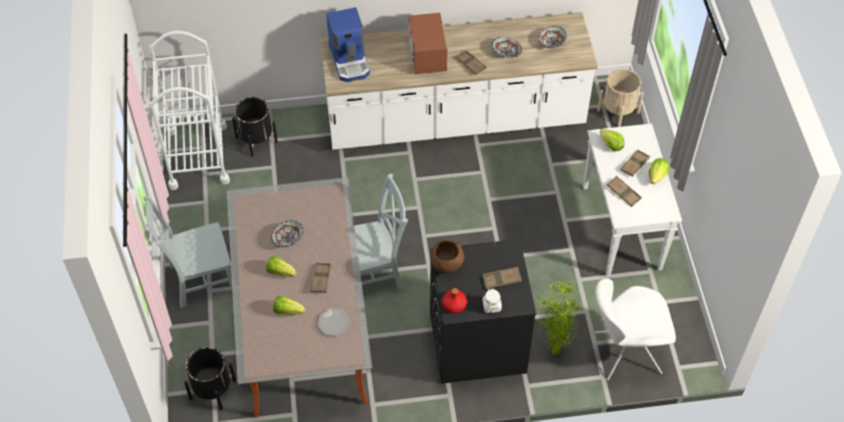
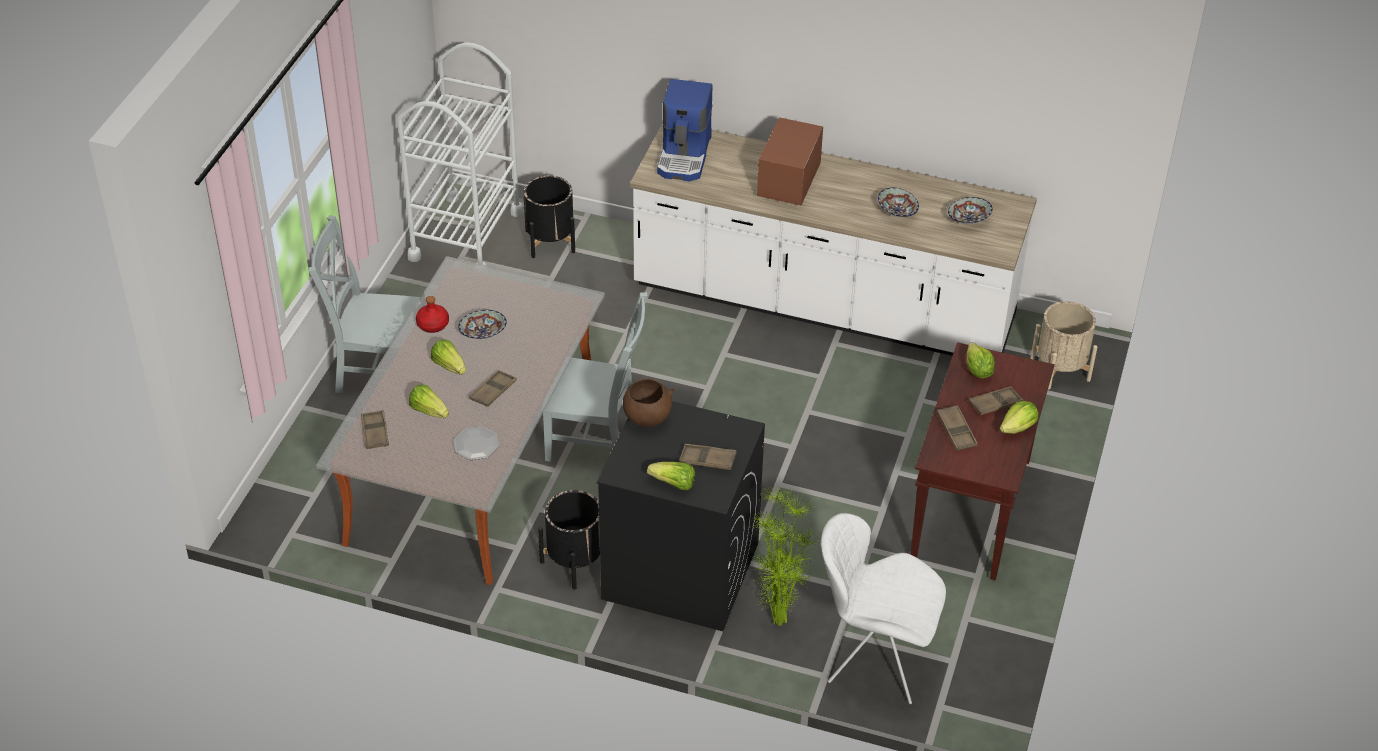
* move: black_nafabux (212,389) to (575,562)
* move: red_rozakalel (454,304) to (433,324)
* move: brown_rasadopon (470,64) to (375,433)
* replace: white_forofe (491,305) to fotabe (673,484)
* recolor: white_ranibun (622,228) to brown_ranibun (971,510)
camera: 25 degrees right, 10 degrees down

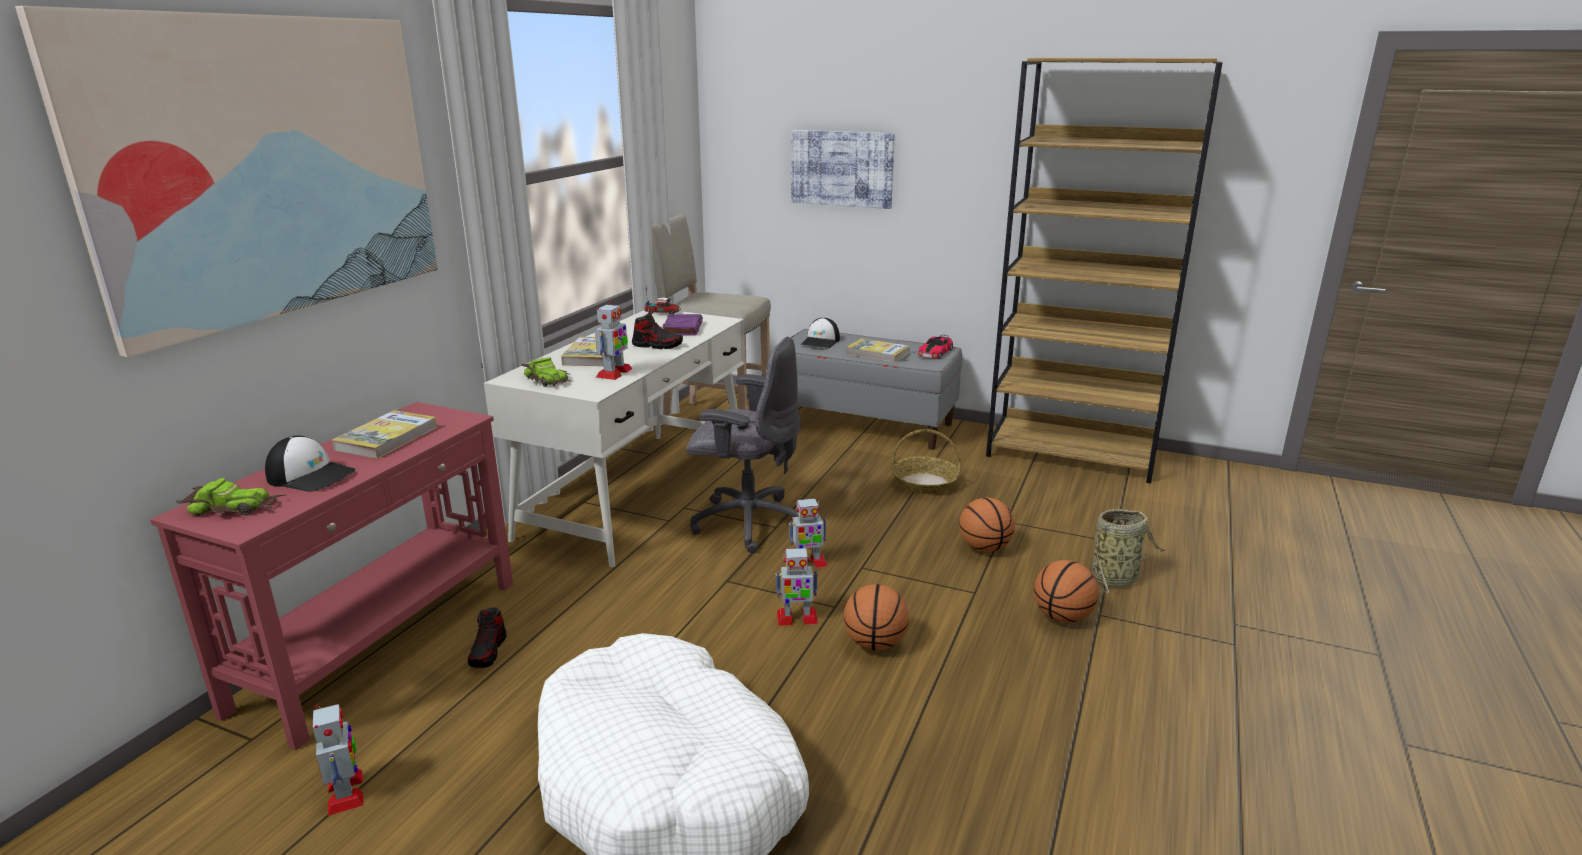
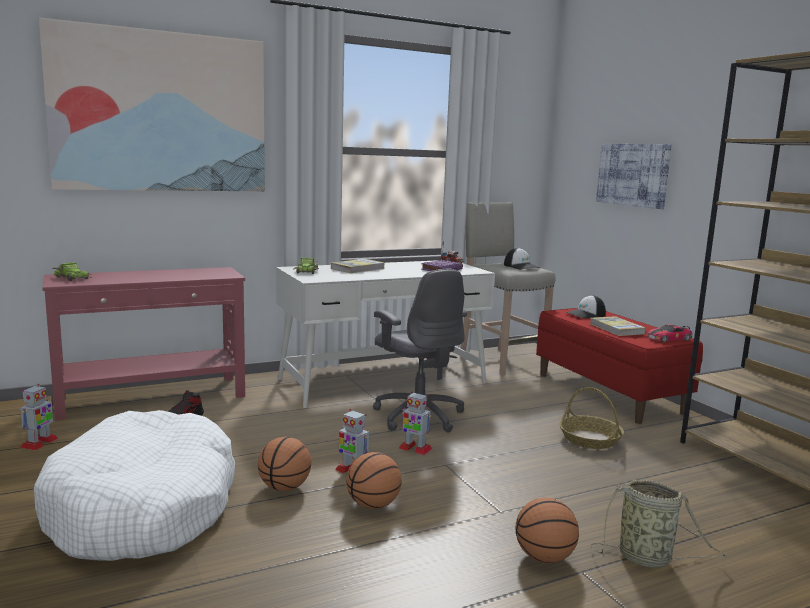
* delete: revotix (387,438)
* delete: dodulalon (614,373)
* delete: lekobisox (657,345)
* move: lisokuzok (311,476) to (521,266)
* move: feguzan (984,548) to (284,487)
* recolor: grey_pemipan (865,424) to red_pemipan (609,393)
camera: 40 degrees right, 10 degrees down

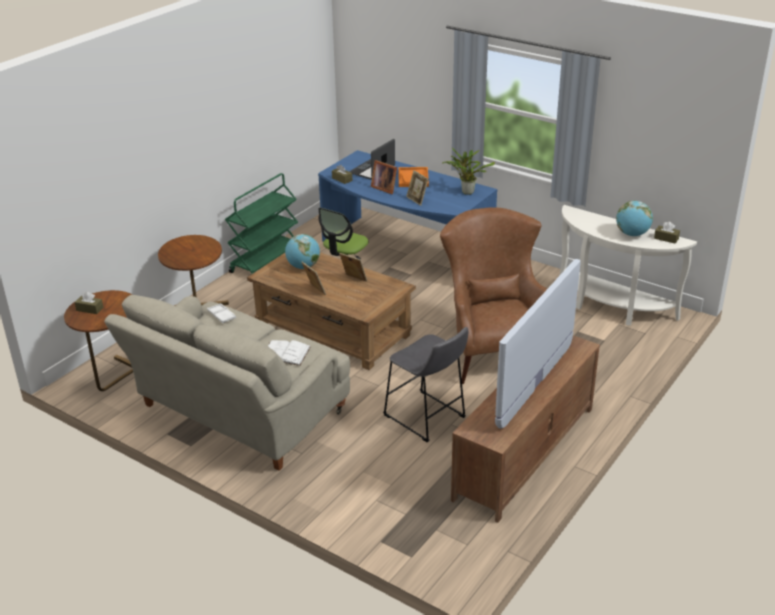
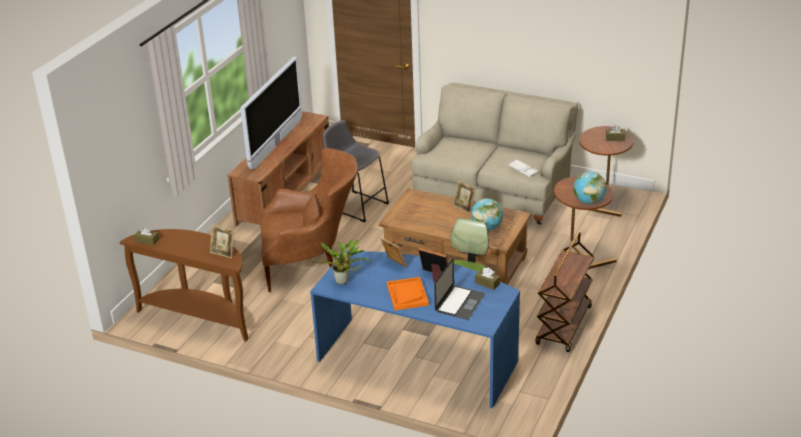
* delete: white_revotix (285,353)
* move: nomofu (353,279) to (223,253)
* move: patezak (632,234) to (588,201)
* recolor: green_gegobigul (265,261) to brown_gegobigul (564,326)
* recolor: white_ranibun (610,307) to brown_ranibun (200,316)
* rotate: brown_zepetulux (493,347) = (311,263) 75 degrees counterclockwise
camera: 170 degrees right, 0 degrees up

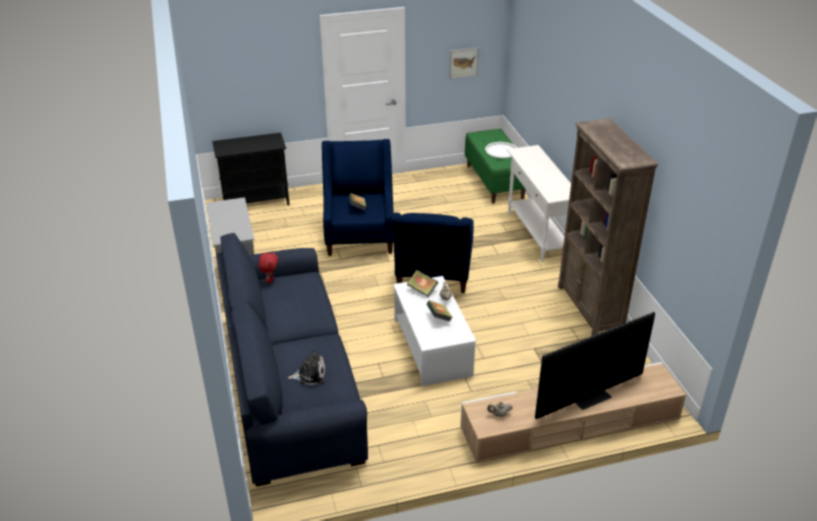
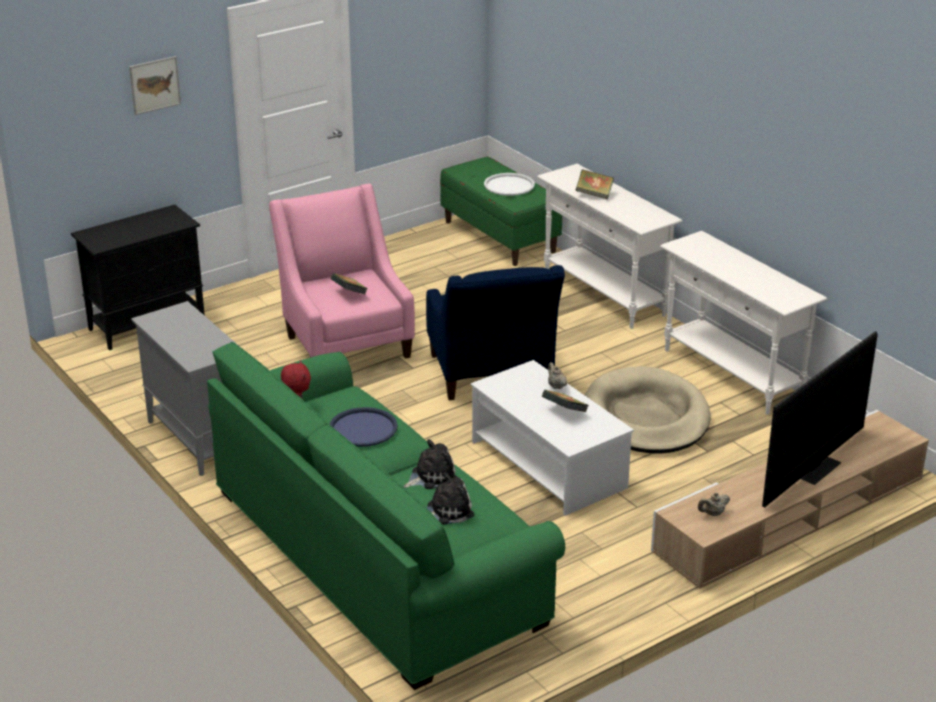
* insert: blue_rasadopon (363,428)
* insert: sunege (431,476)
* insert: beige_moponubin (646,417)
* move: revotix (422,290) to (594,194)
* move: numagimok (463,63) to (154,85)
* replace: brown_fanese (590,308) to white_ranibun (732,374)
* recolor: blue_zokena (291,385) to green_zokena (376,555)
* recolor: blue_zepetulux (360,235) to pink_zepetulux (345,342)
camera: 20 degrees left, 5 degrees down

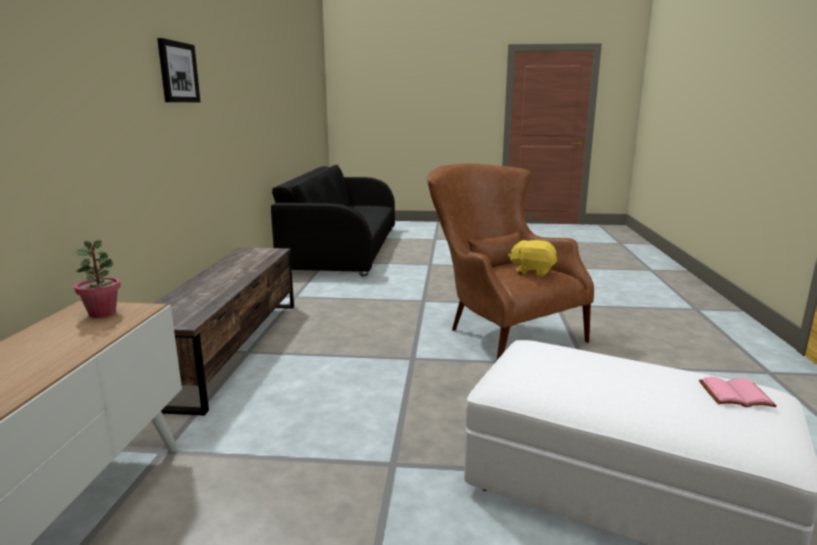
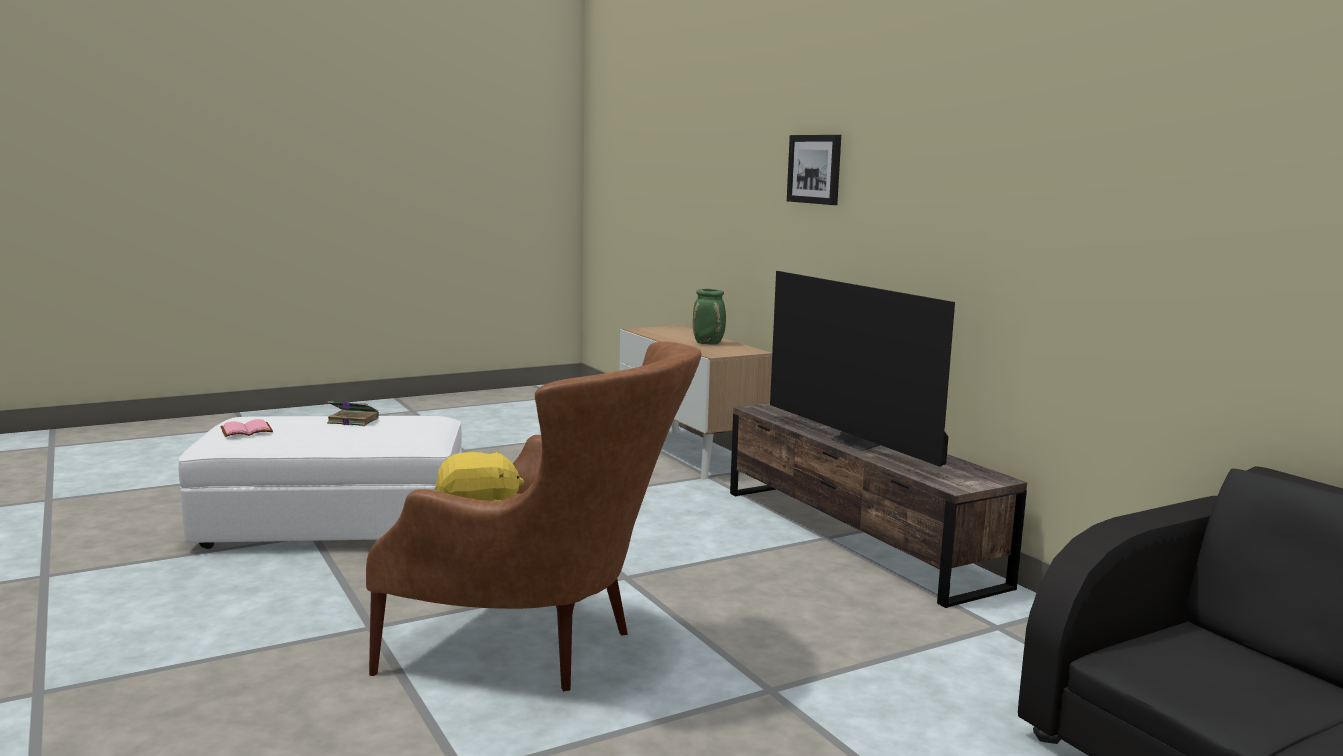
* delete: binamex (102,313)
* insert: revotix (352,421)
* insert: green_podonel (709,343)
* insert: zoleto (859,443)
* move: numagimok (178,72) to (815,169)
camera: 145 degrees right, 5 degrees down

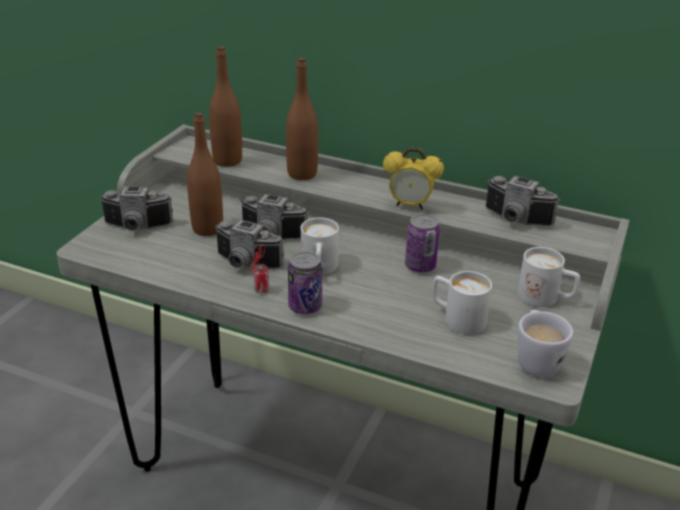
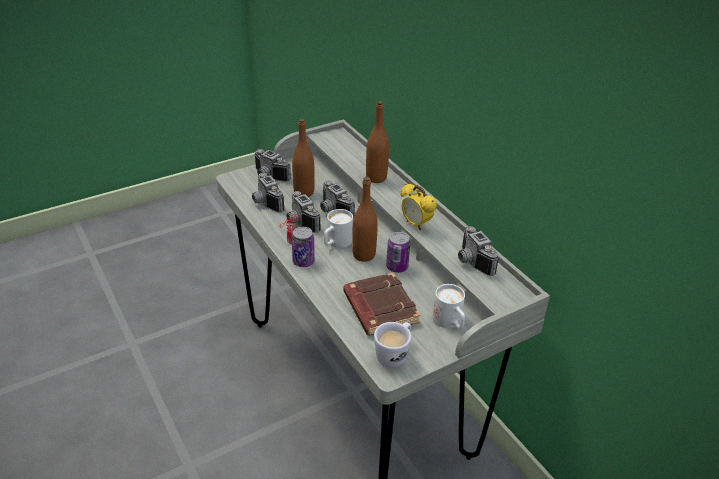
* insert: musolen (265,203)
* move: brown_rozakalel (227,161) to (364,255)
* replace: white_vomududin (456,318) to brown_revotix (379,308)
camera: 35 degrees right, 5 degrees up

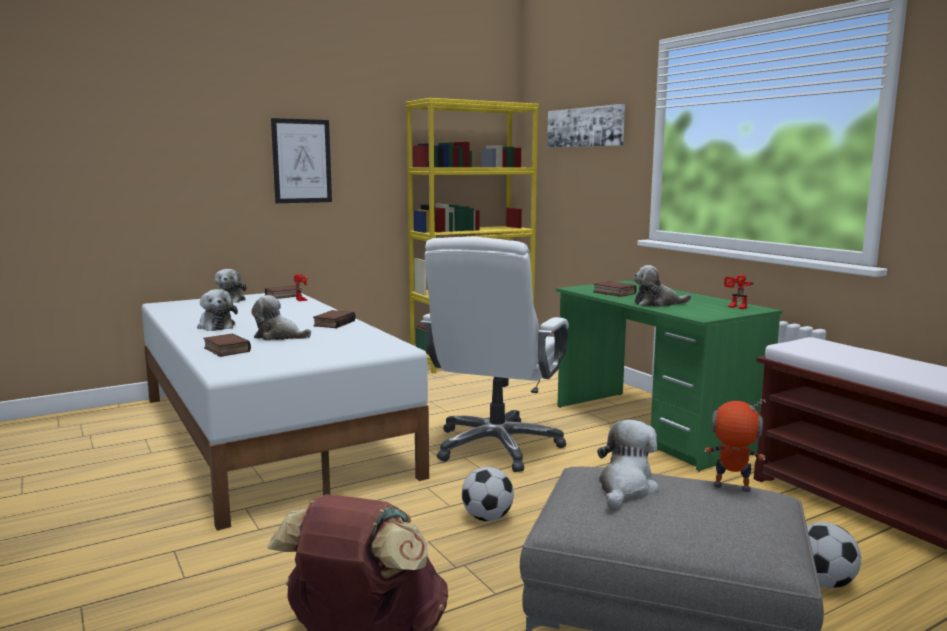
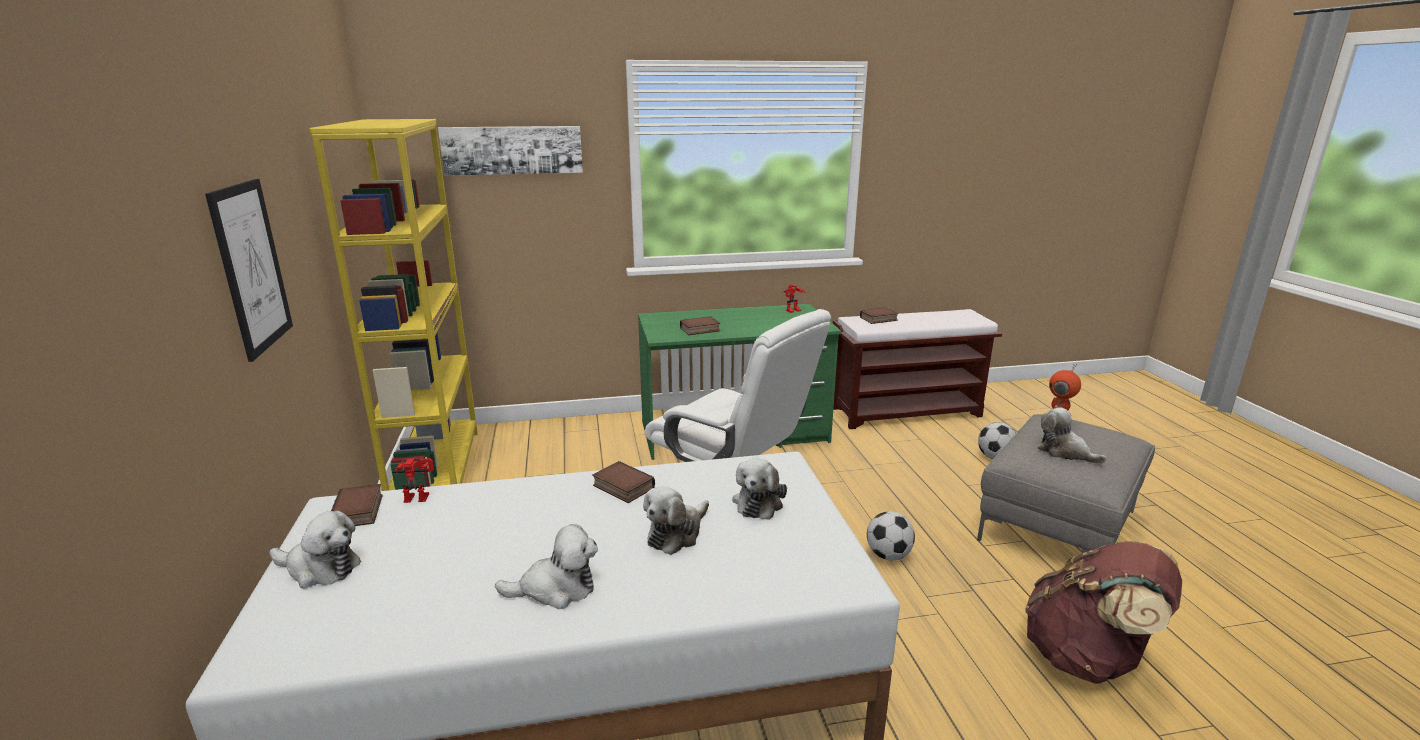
* move: revotix (225,350) to (878,319)
* move: sunege (657,304) to (759,502)
camera: 70 degrees left, 10 degrees up

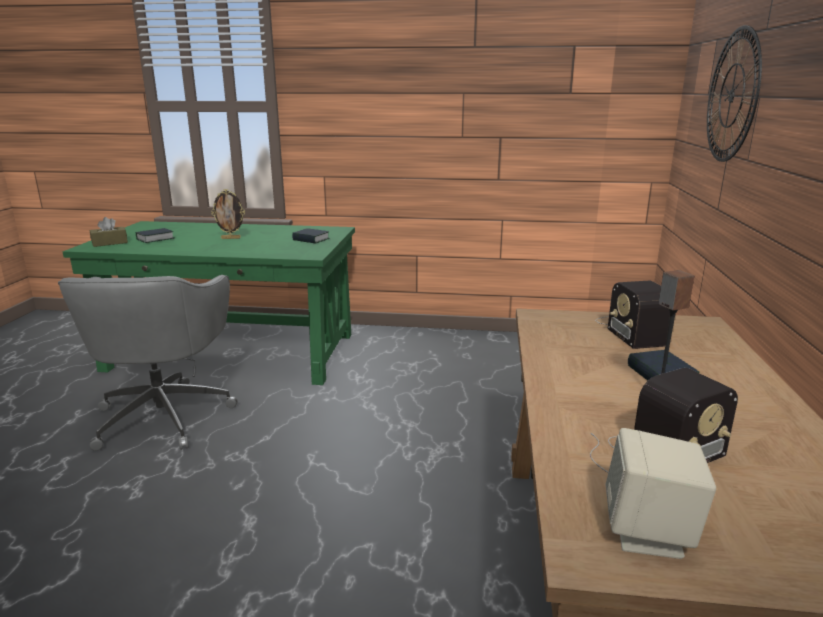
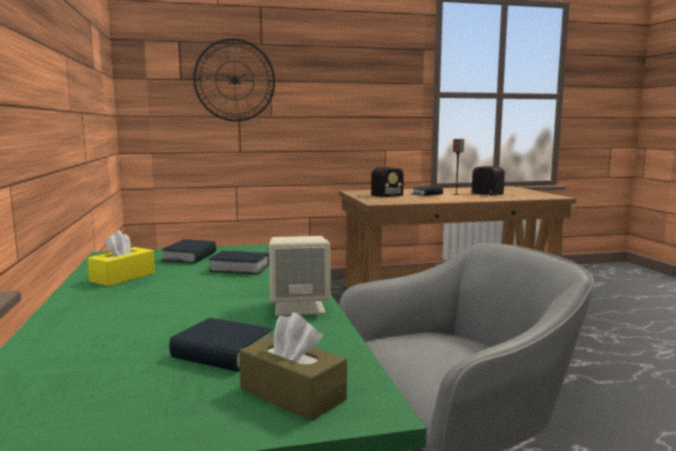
* delete: nomofu (231,238)
* insert: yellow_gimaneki (123,277)
* insert: revotix (240,268)
* move: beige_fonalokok (649,533) to (299,307)
camera: 110 degrees left, 10 degrees down

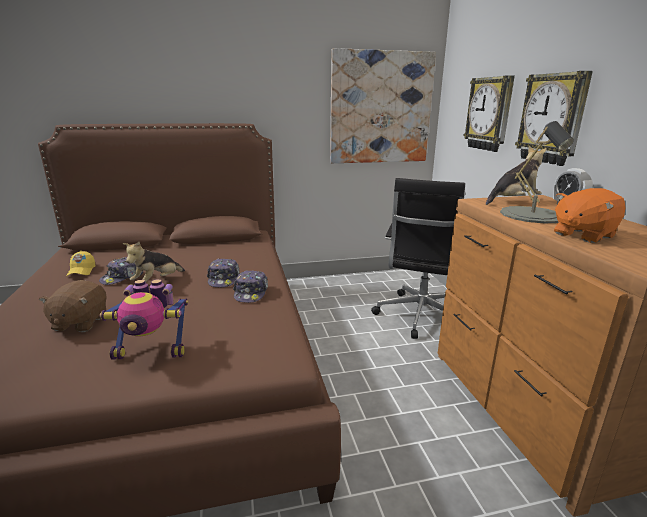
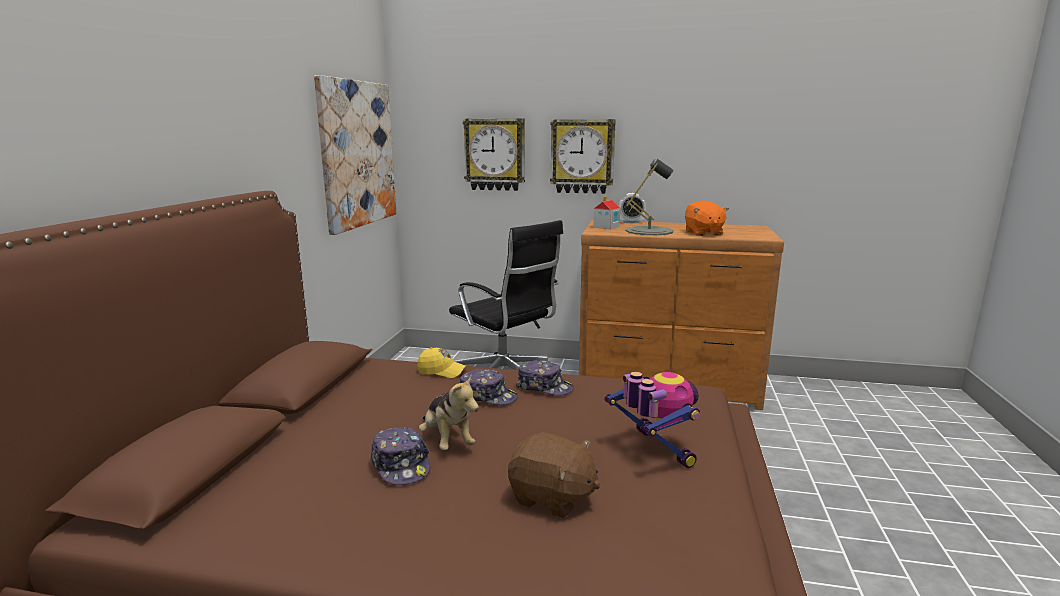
* move: yellow_lisokuzok (81,271) to (442,371)
* replace: sunege (513,201) to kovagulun (606,227)
* rotate: dodulalon (152,351) = (654,450) 45 degrees counterclockwise
camera: 65 degrees left, 5 degrees down

